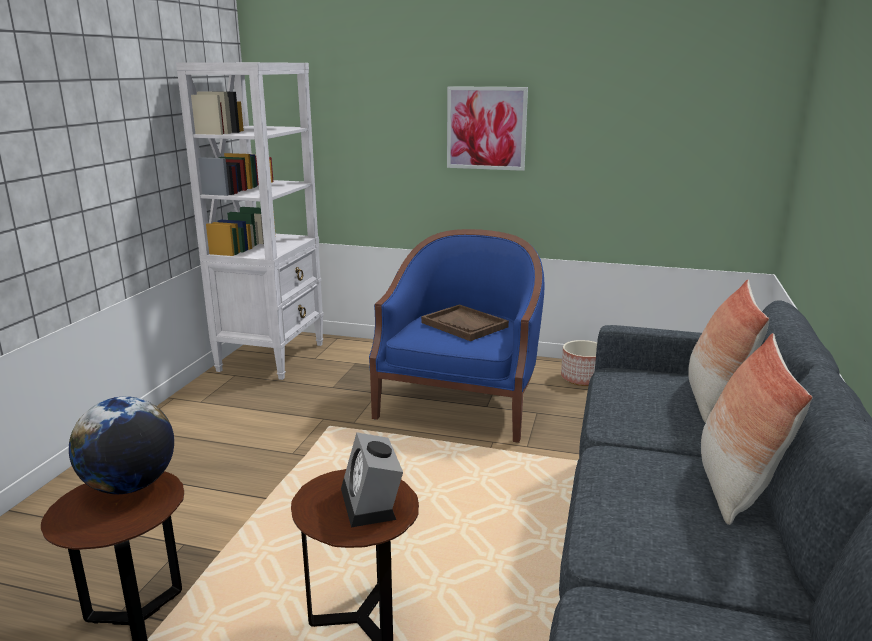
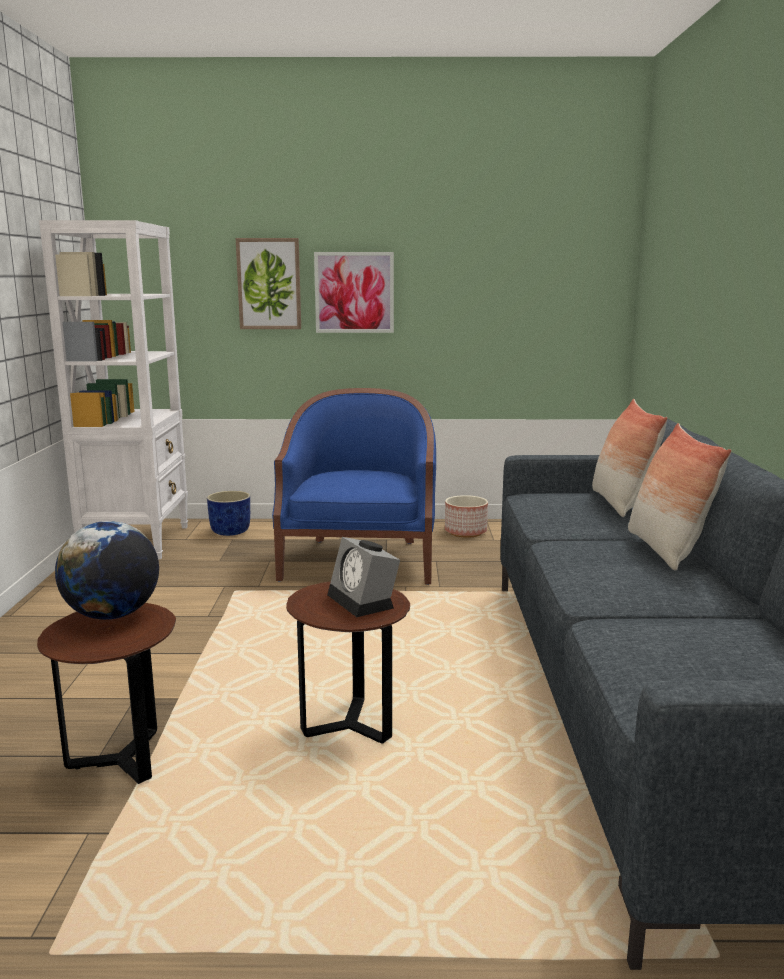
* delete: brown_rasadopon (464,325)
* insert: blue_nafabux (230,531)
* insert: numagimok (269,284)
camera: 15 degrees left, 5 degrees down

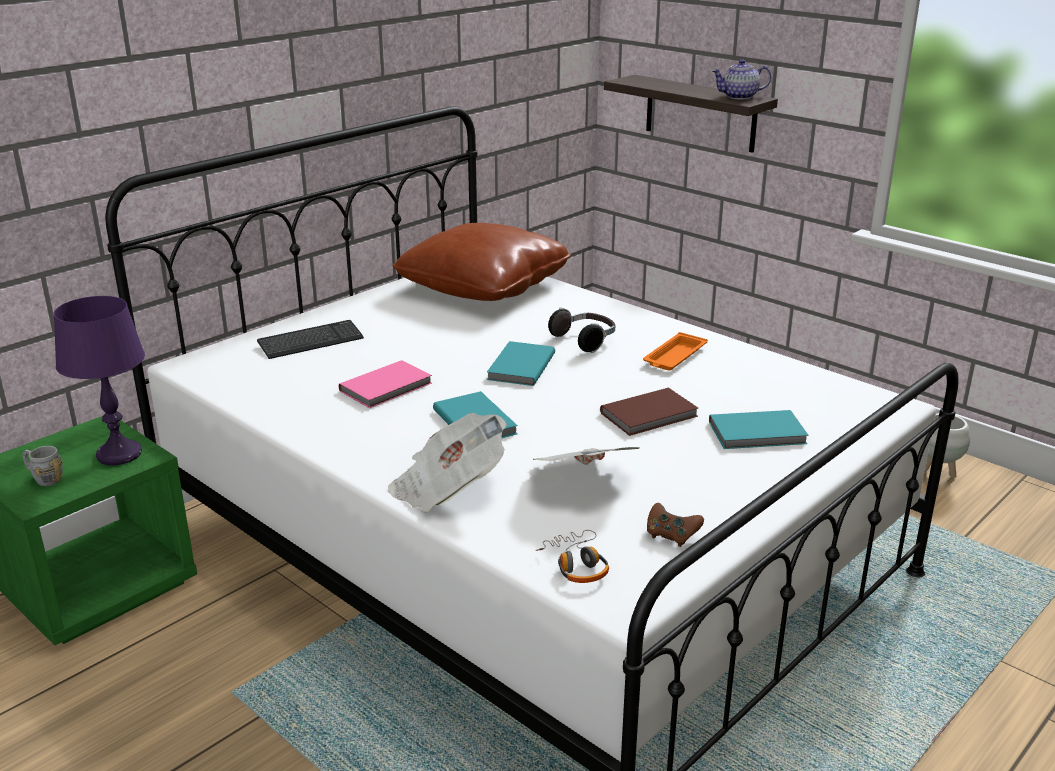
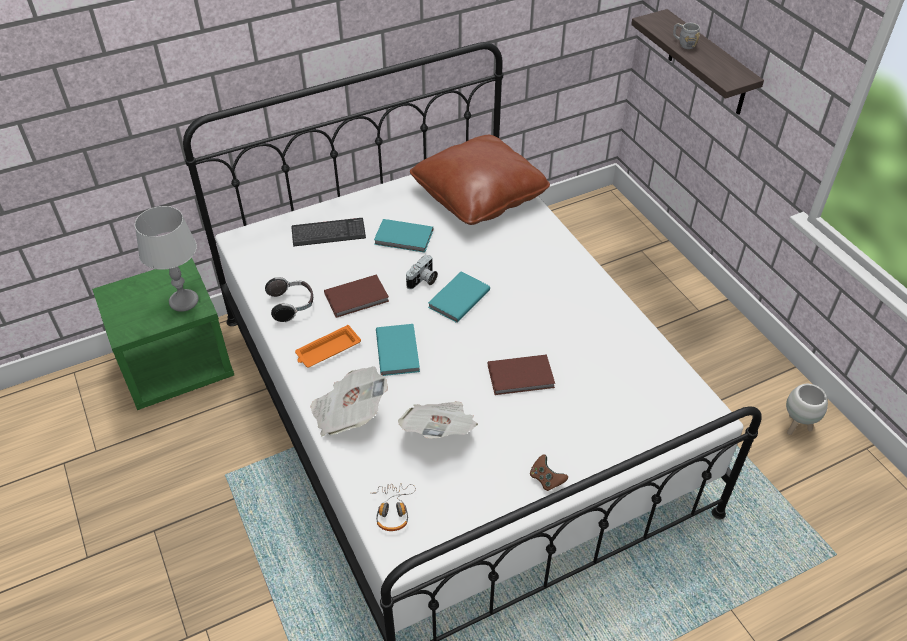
* delete: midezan (739,97)
* insert: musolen (423,281)
* move: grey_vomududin (44,478) to (683,43)
* move: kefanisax (585,341) to (292,305)
* move: orange_rasadopon (674,357) to (327,350)
* move: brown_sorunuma (671,536) to (546,479)
* move: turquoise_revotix (759,434) to (404,238)
* recolor: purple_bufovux (120,454) to grey_bufovux (184,301)
* recolor: pink_revotix (388,387) to brown_revotix (358,298)
camera: 20 degrees right, 20 degrees up

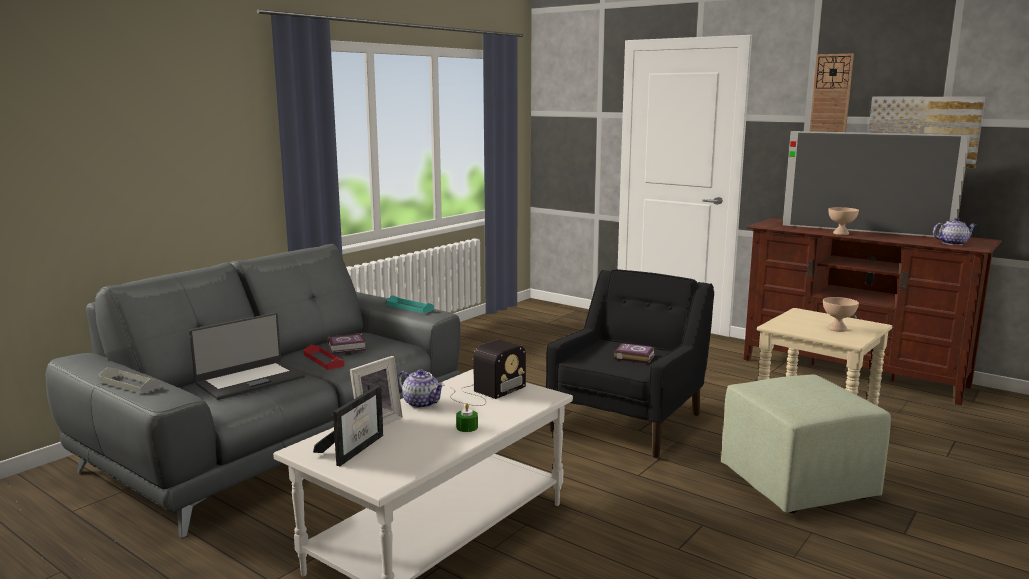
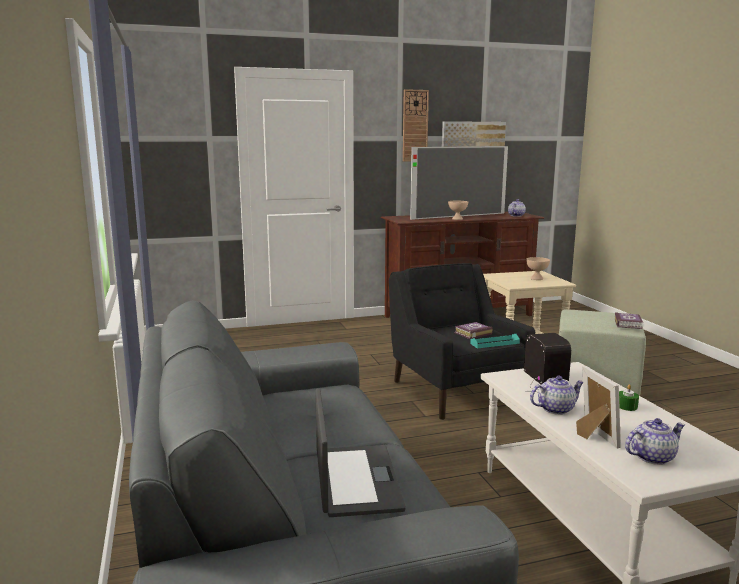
* delete: grey_rasadopon (129,384)
* delete: red_rasadopon (323,360)
* move: revotix (348,347) to (628,323)
* move: turquoise_rasadopon (410,307) to (495,343)
* replace: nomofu (355,448) to midezan (652,457)
camera: 55 degrees left, 0 degrees up

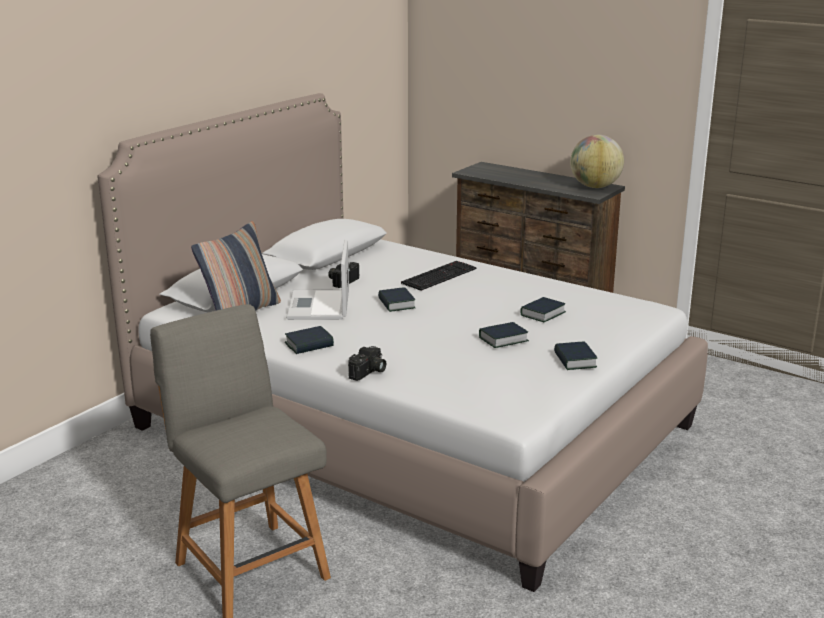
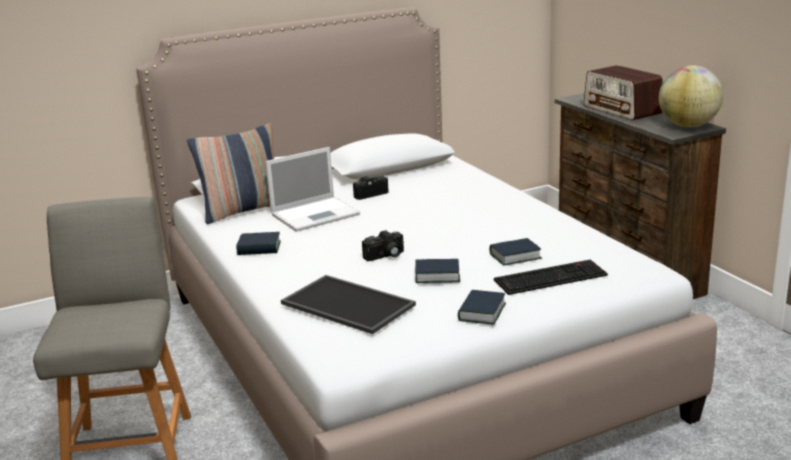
* delete: revotix (396,304)
* insert: rasadopon (345,305)
* insert: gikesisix (622,110)
* move: musolen (369,372) to (385,256)
* move: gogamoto (439,275) to (551,277)
* rotate: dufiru (319,306) = (316,214) 150 degrees counterclockwise
camera: 30 degrees right, 0 degrees up

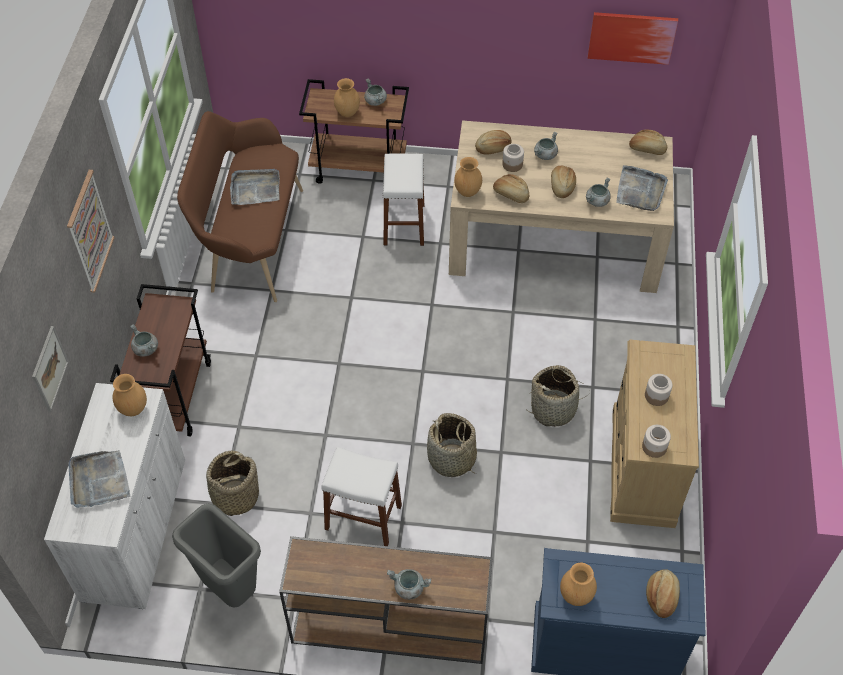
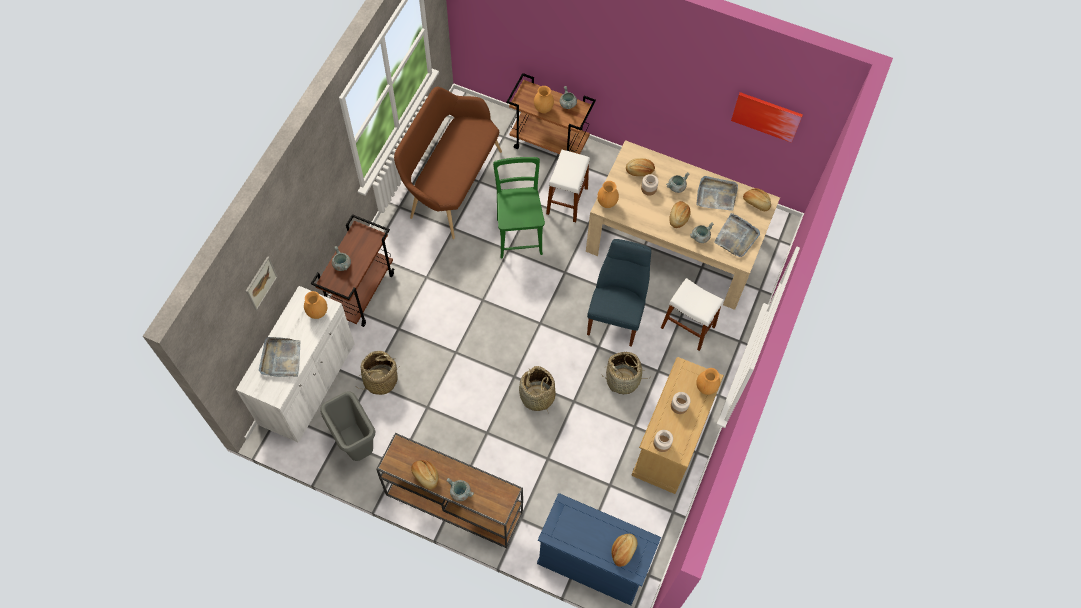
* delete: numagimok (89,231)
* insert: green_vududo (519,233)
* insert: blue_vududo (616,314)
* move: grey_rasadopon (255,188) to (716,195)
* move: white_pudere (363,517) to (688,327)
* move: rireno (511,195) to (425,476)
* move: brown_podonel (576,595) to (706,387)
camera: 15 degrees right, 10 degrees up

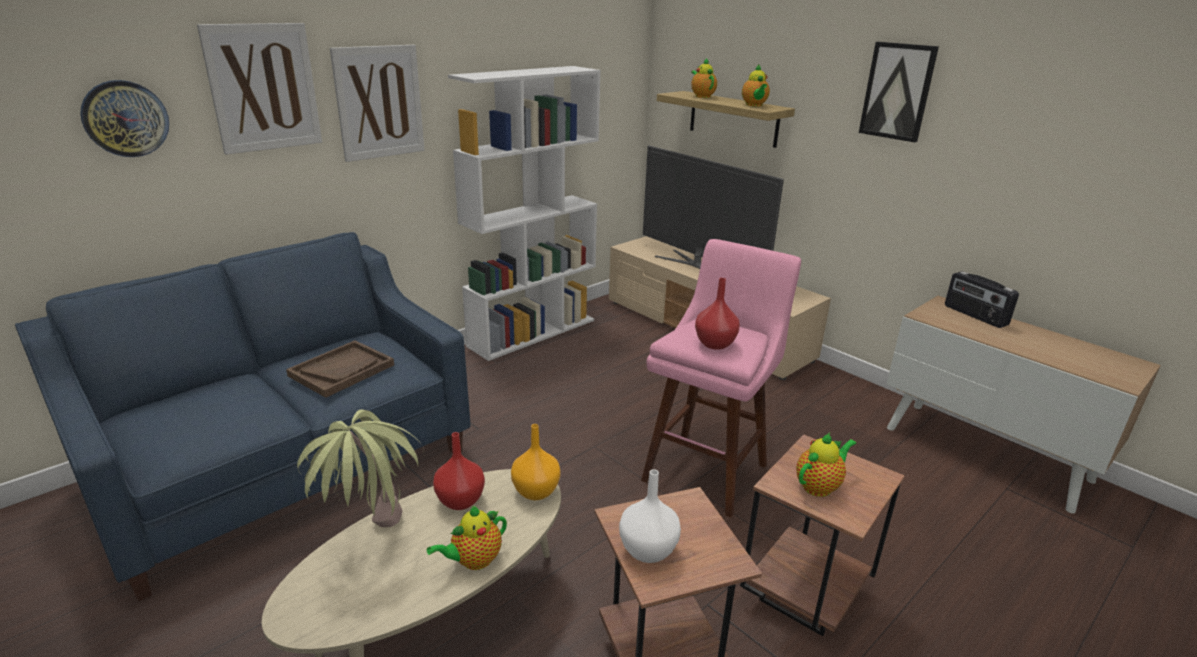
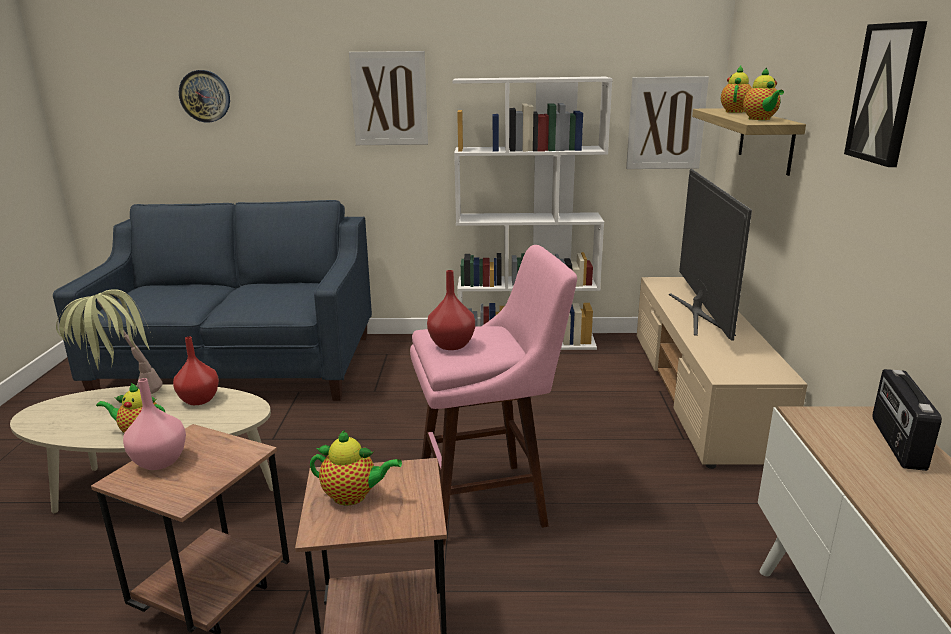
* delete: brown_rasadopon (342,370)
* delete: orange_podonel (535,492)
* move: numagimok (263,88) to (666,123)
* recolor: white_podonel (648,550) to pink_podonel (161,461)
* rotate: midezan (754,105) = (760,119) 45 degrees counterclockwise
camera: 45 degrees right, 5 degrees down

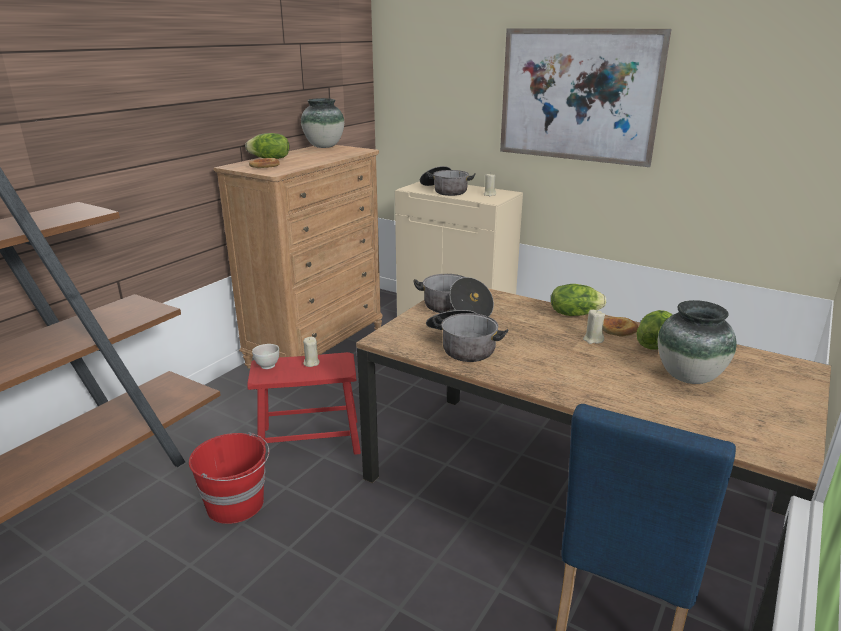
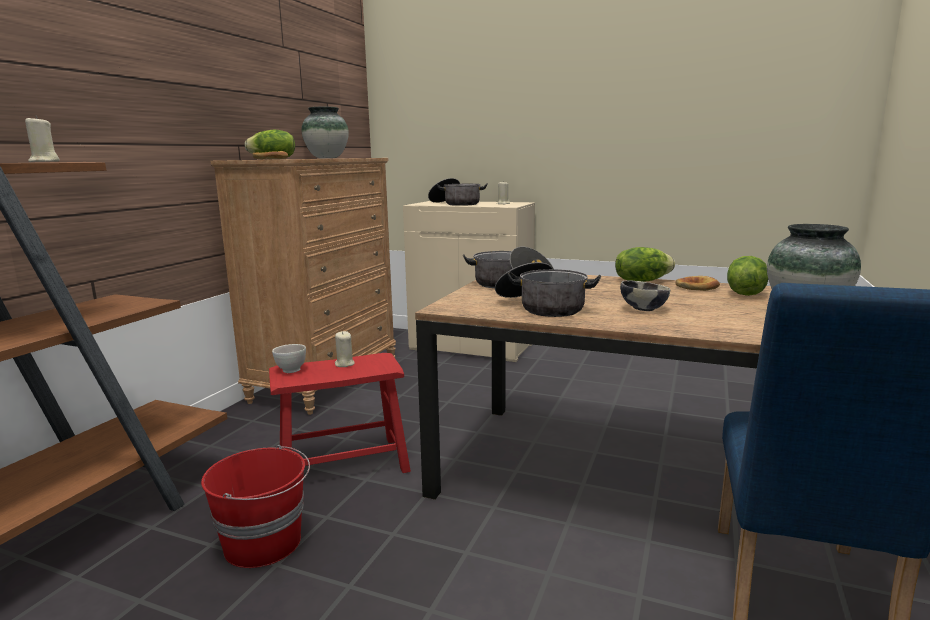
* delete: numagimok (577,96)
* insert: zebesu (643,309)
* move: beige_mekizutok (593,340) to (44,161)
camera: 10 degrees left, 10 degrees down

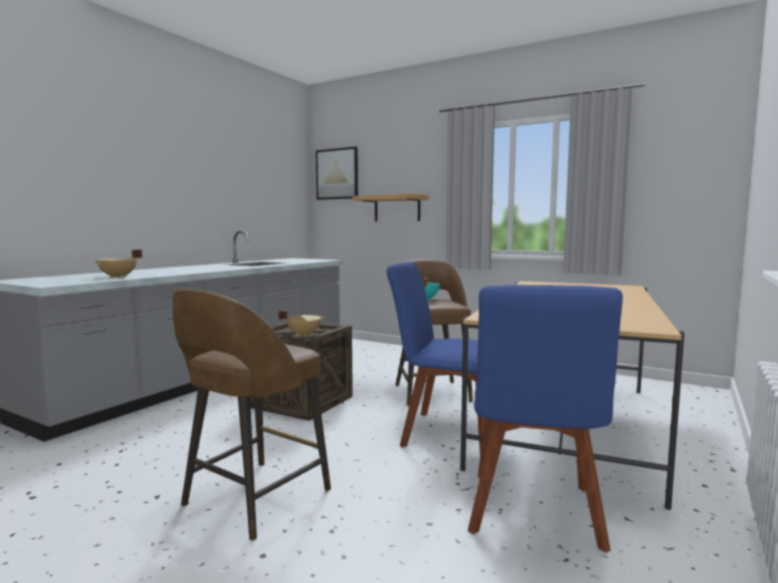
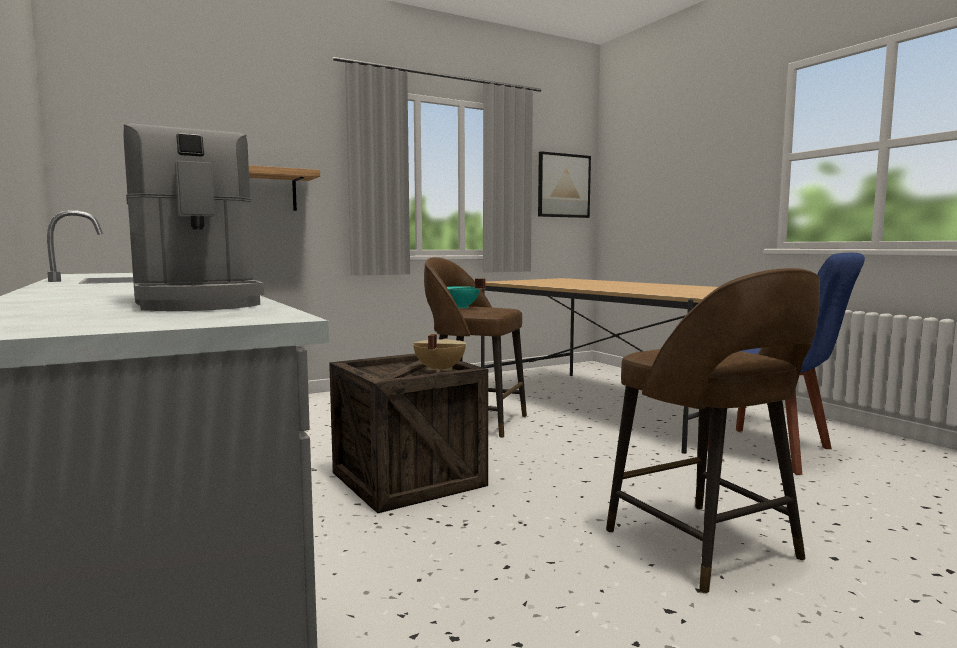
* delete: blue_vududo (444,433)
* move: numagimok (337,174) to (563,185)
* replace: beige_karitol (119,277) to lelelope (197,302)
camera: 60 degrees left, 0 degrees up

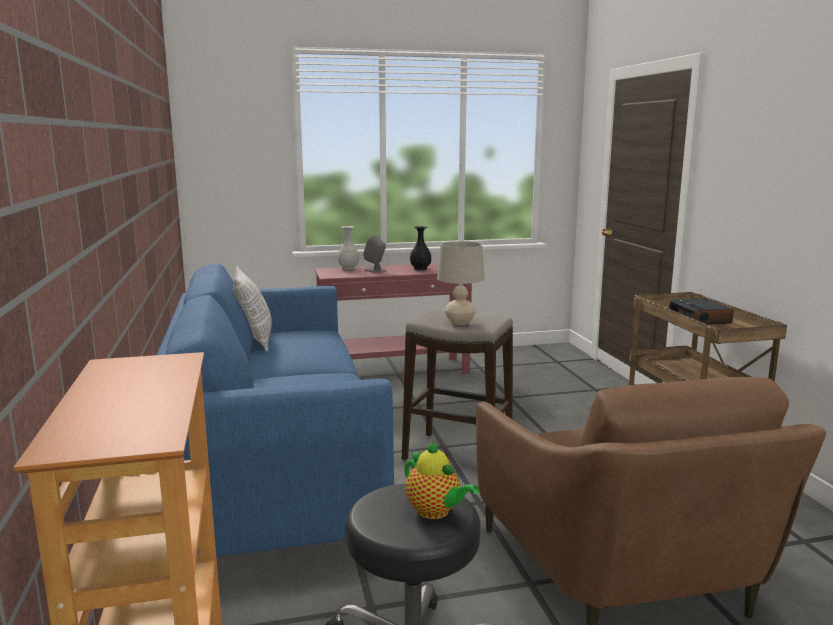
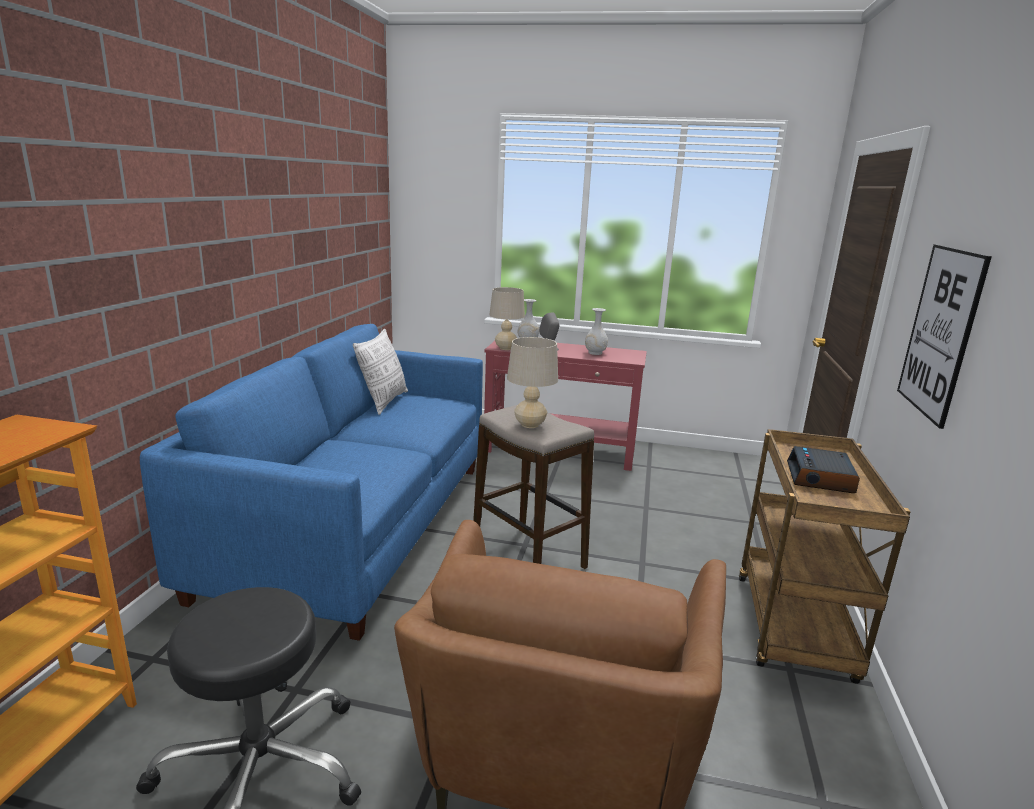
* delete: midezan (435,512)
* insert: beige_bufovux (505,348)
* insert: numagimok (940,332)
* recolor: black_podonel (420,269) to white_podonel (595,353)
camera: 25 degrees right, 5 degrees up

